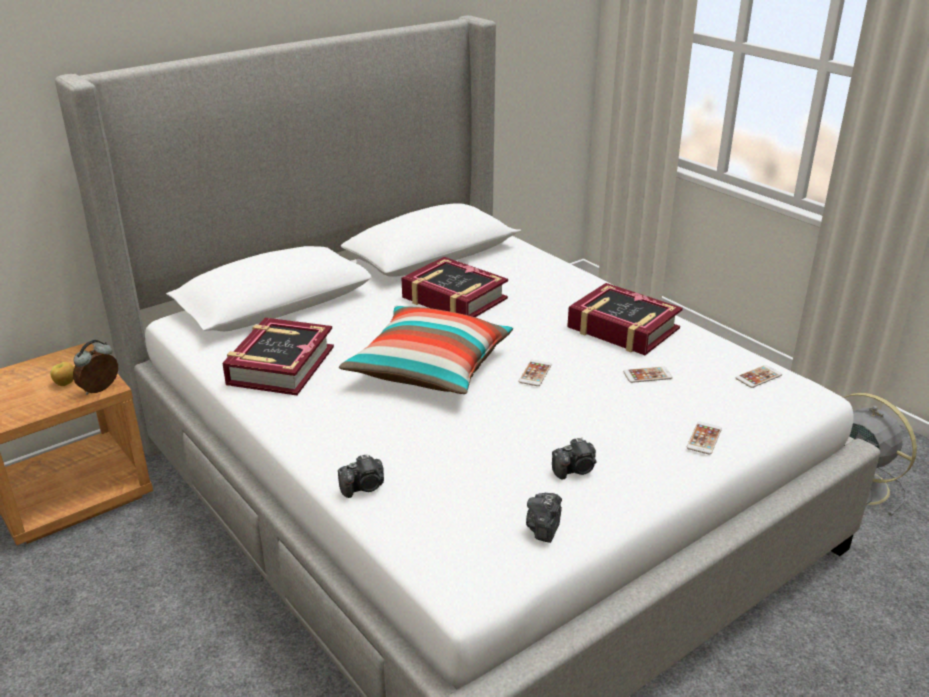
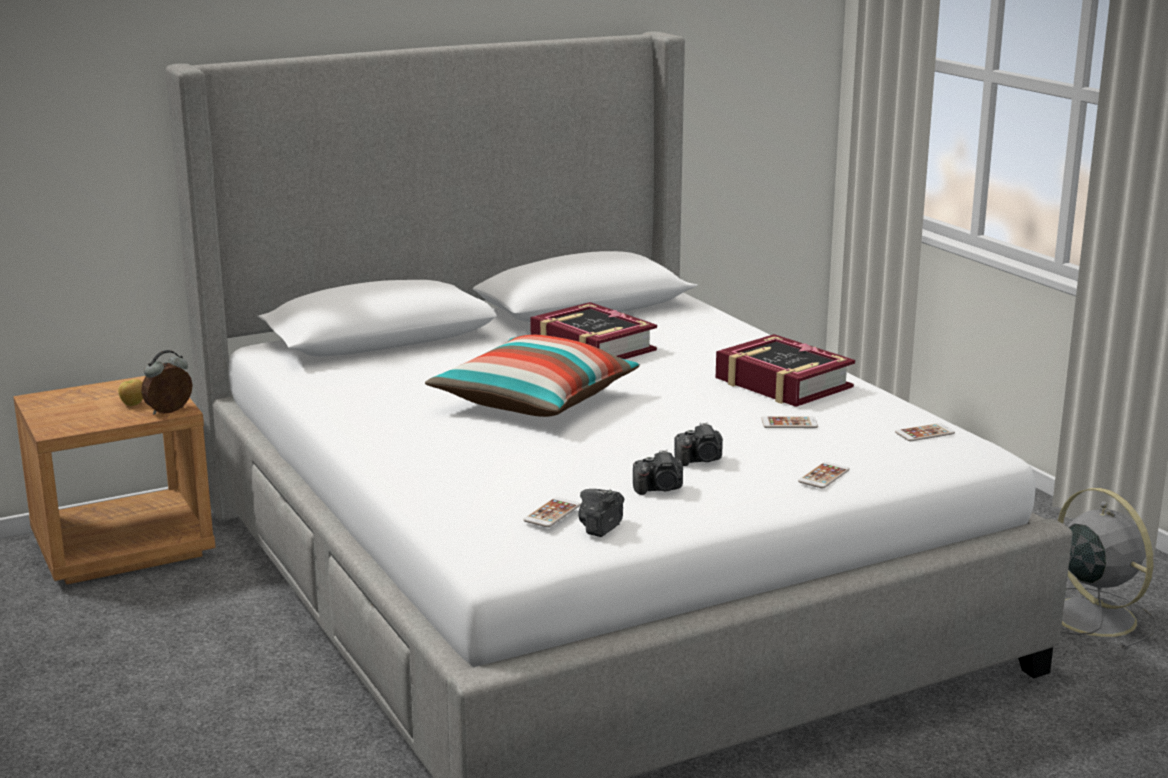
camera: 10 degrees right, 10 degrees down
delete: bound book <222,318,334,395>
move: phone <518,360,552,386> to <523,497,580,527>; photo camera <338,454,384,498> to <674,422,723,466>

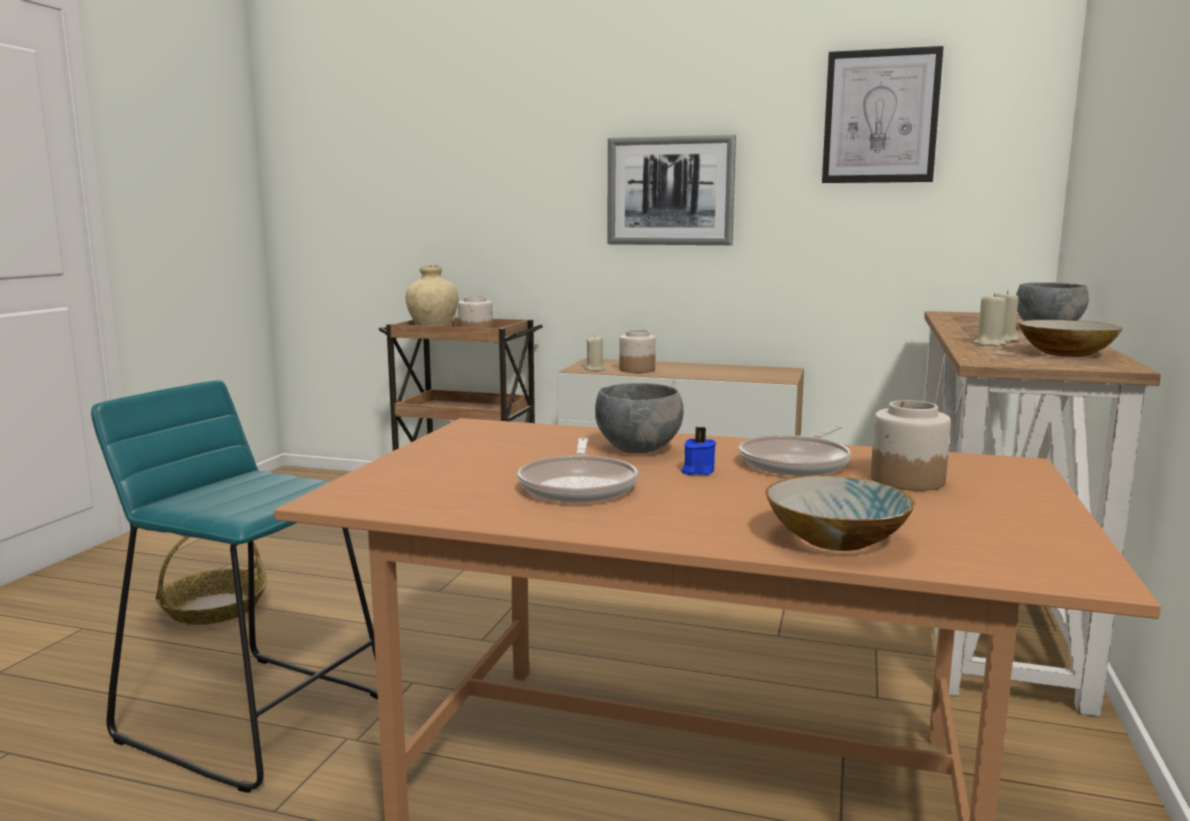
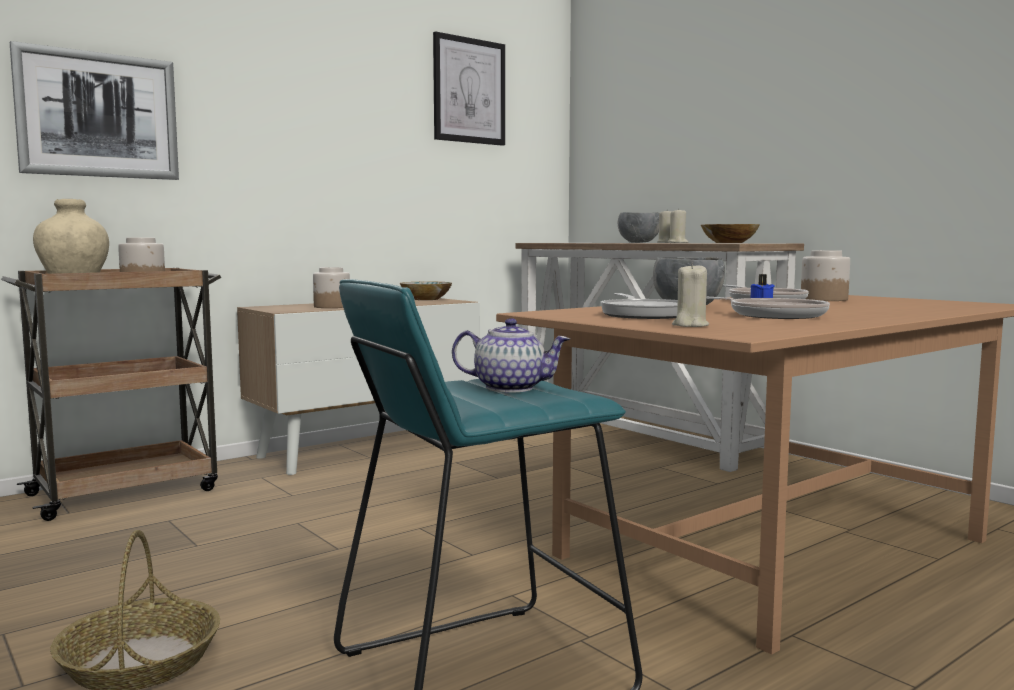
camera: 55 degrees left, 5 degrees down
insert: frying pan <601,293,678,319>; pot for tea <452,318,570,392>
move: wall art <607,135,736,245> to <10,41,179,180>; candle in beige <584,336,606,371> to <672,262,709,327>; bowl <765,476,915,551> to <400,282,452,300>

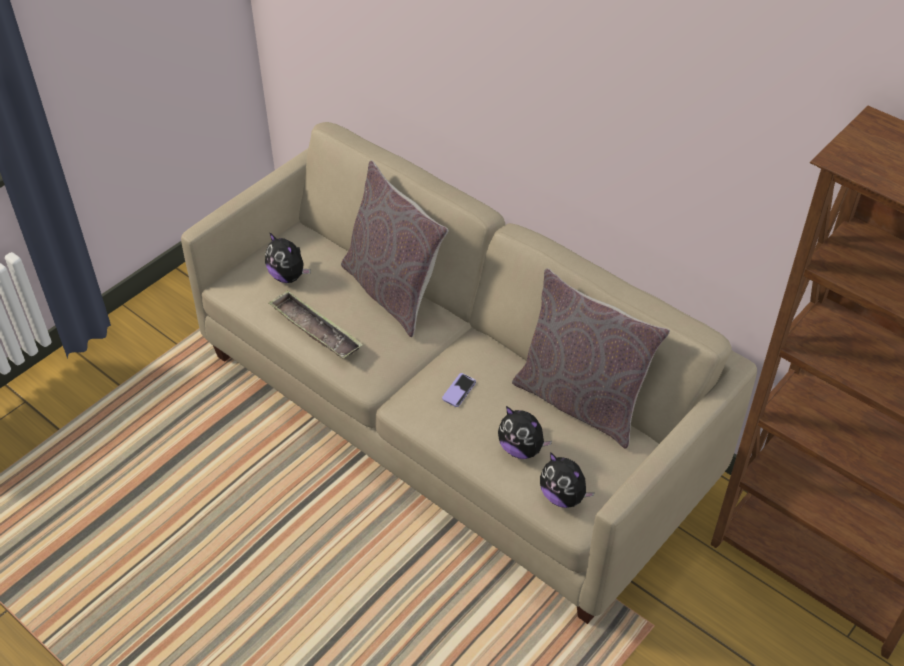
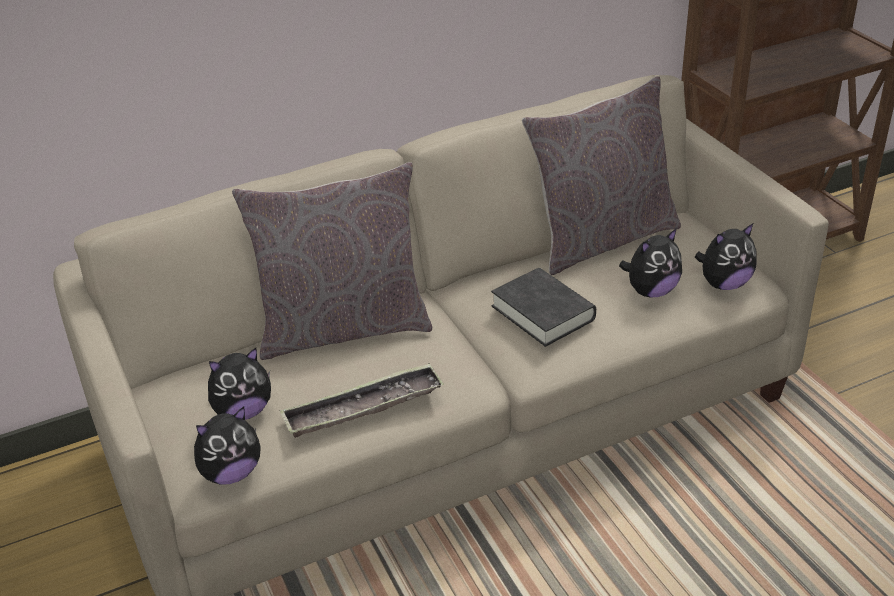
camera: 65 degrees left, 10 degrees down
insert: soft toy <194,406,261,485>
replace: phone <442,373,476,407> to bound book in black-coloured <491,268,596,347>

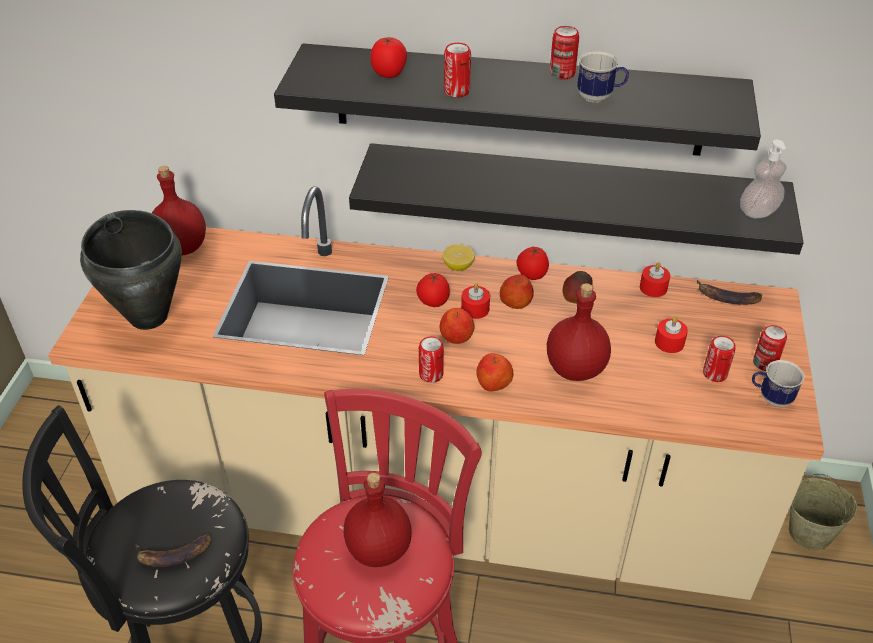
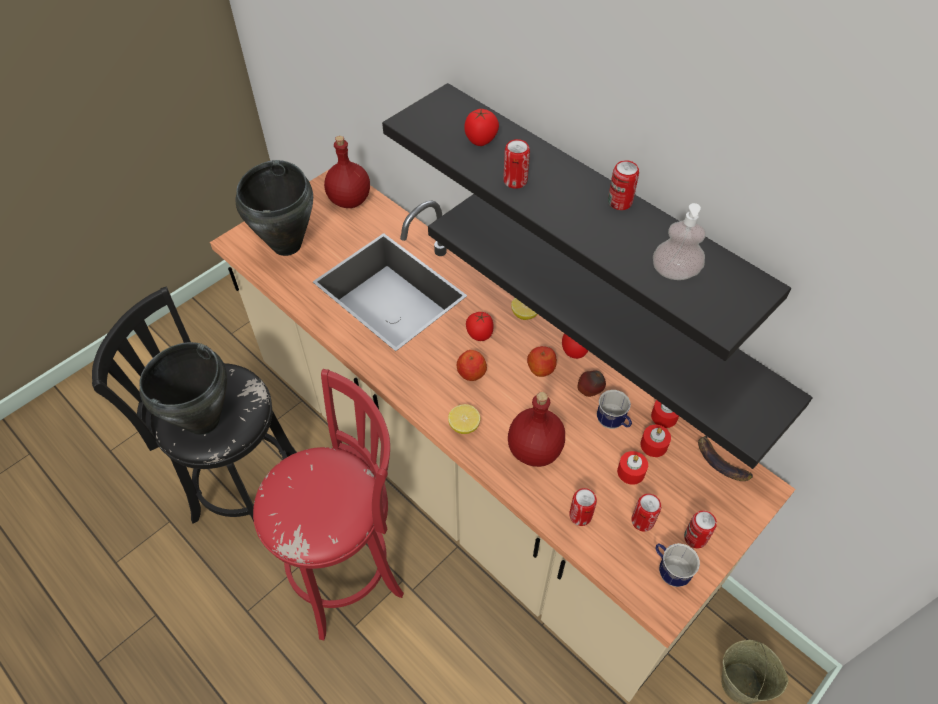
camera: 35 degrees right, 10 degrees up
delete: bottle in red <344,473,412,567>
move: tea mug <577,51,629,103> to <597,390,632,429>; soap dispenser <740,140,786,218> to <653,203,706,280>; candle in red <461,283,490,319> to <640,425,671,457>; metal can <419,336,444,383> to <569,488,597,526>
replace: apple fruit <476,353,514,392> to whole lemon <448,404,480,434>; whole banana <135,534,211,567> to saucepot in black-coloured <139,342,227,435>

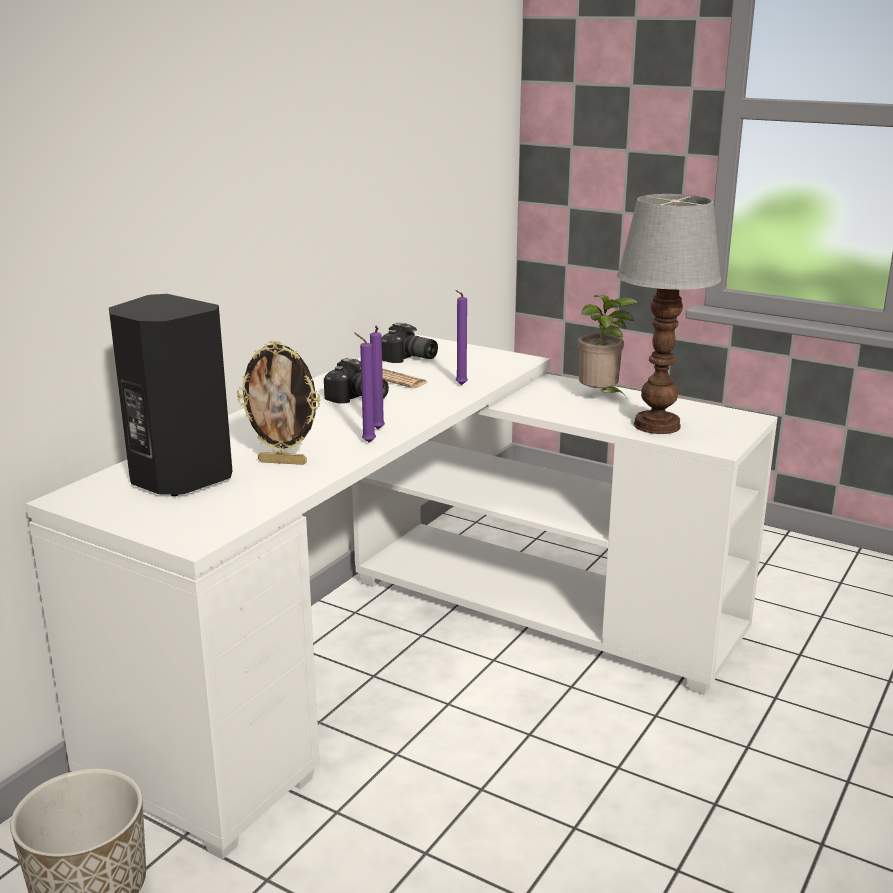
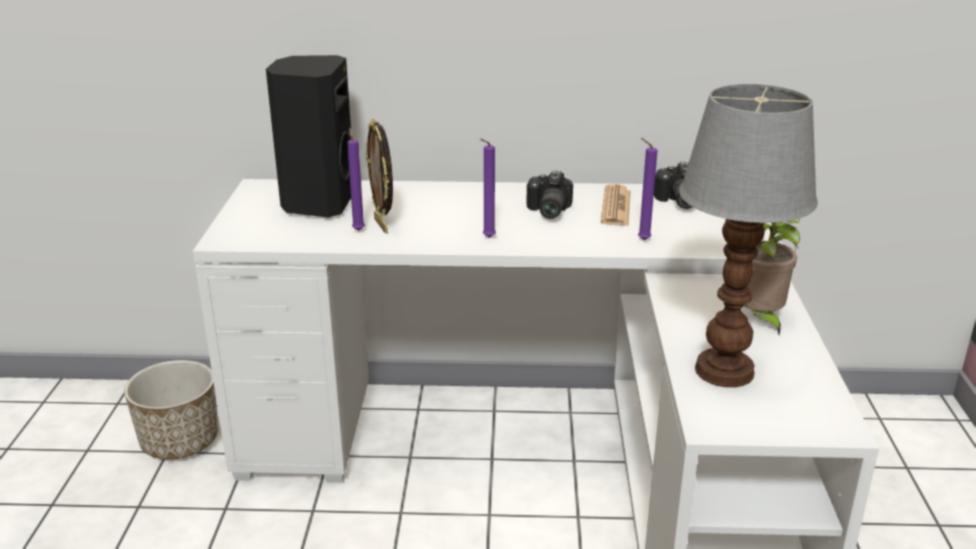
camera: 60 degrees right, 5 degrees up
move: candle in purple <354,332,376,443> to <347,127,365,231>

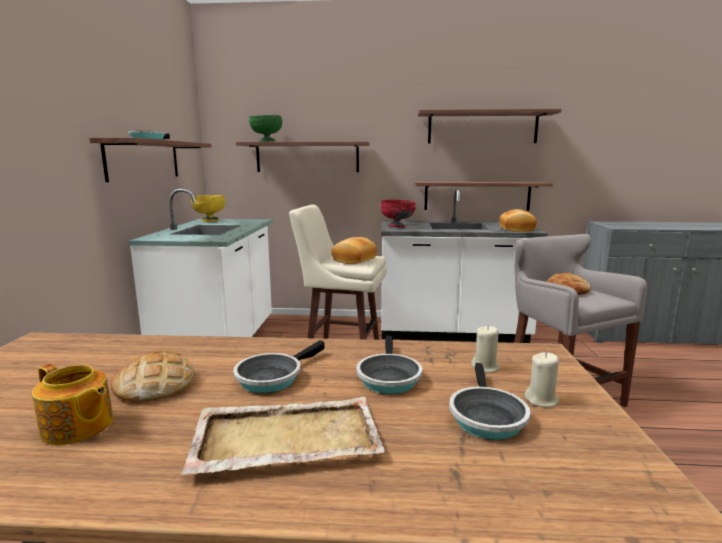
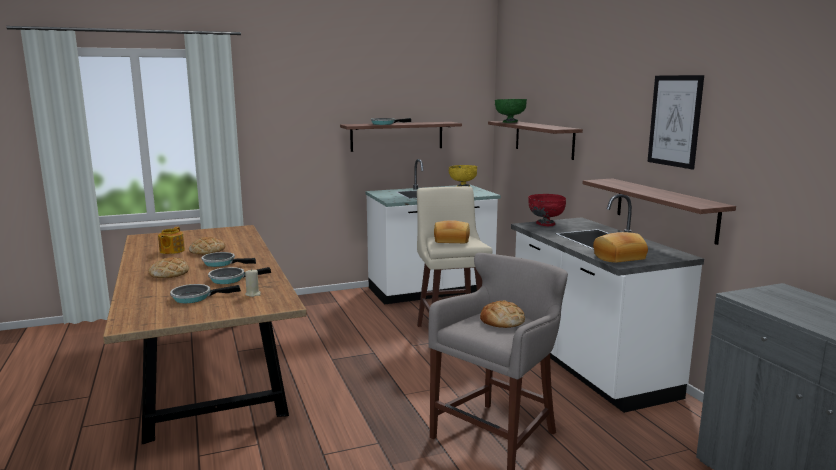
camera: 65 degrees right, 0 degrees up
delete: candle in beige <525,352,559,407>
replace: shelf <418,109,562,144> to wall art <648,75,704,170>; carrying tray in beige <181,397,386,475> to bakery bread <148,257,189,278>

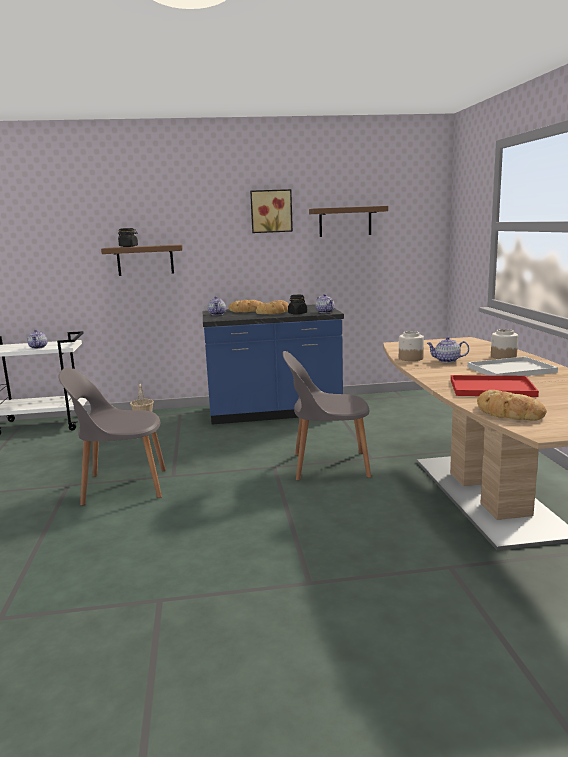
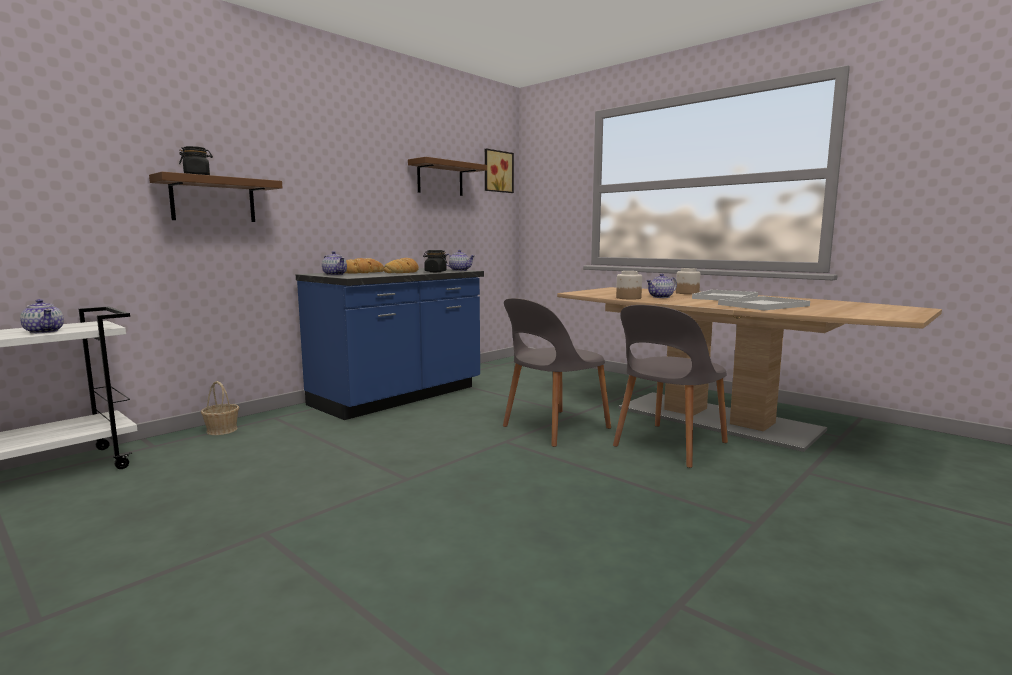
camera: 40 degrees left, 5 degrees down
delete: bakery bread <477,390,547,421>
move: wall art <250,189,293,233> to <485,149,514,193>; upright chair in gray <58,368,166,506> to <613,305,728,468>
recolor: carrying tray in red <451,375,539,397> to carrying tray in white-coloured <718,296,810,310>

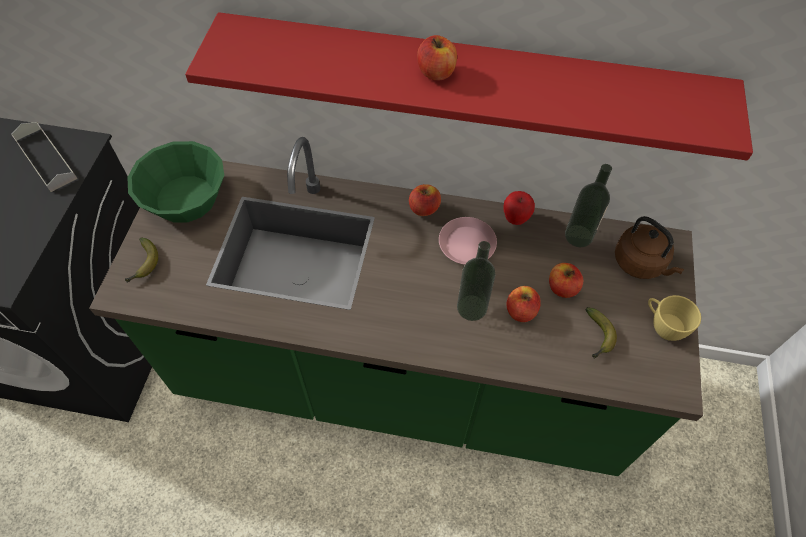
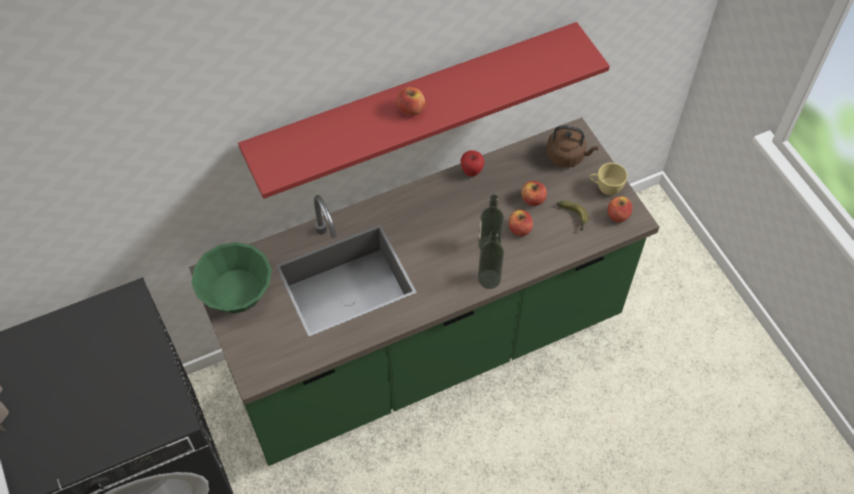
camera: 35 degrees left, 0 degrees up
delete: carrying tray in gray <11,122,77,192>; dinner plate in pink <439,217,497,265>; whole banana <125,237,158,283>
move: bottle <565,164,612,247> to <478,230,504,289>; apple fruit <409,184,441,216> to <608,196,633,223>

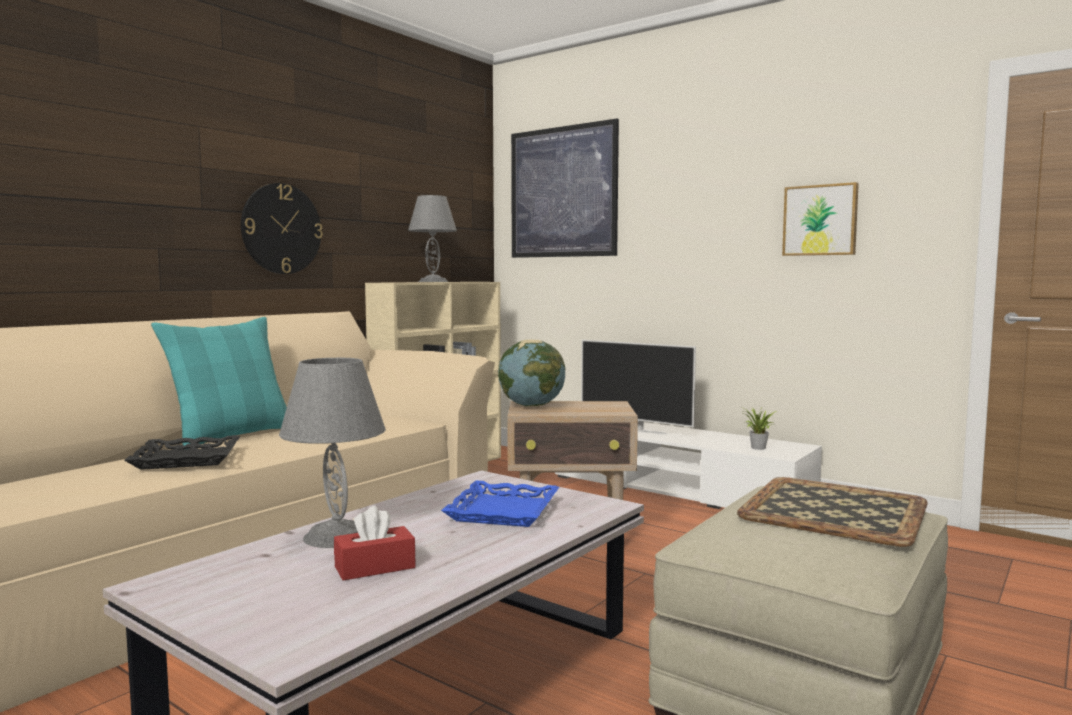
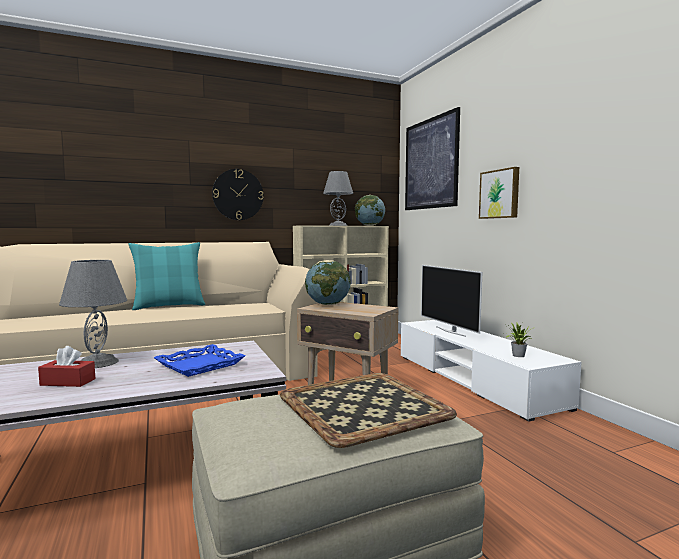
camera: 30 degrees right, 0 degrees up
delete: carrying tray in black-coloured <124,435,240,470>
insert: world globe <355,195,385,226>
move: wall art <782,182,859,256> to <479,167,519,219>

